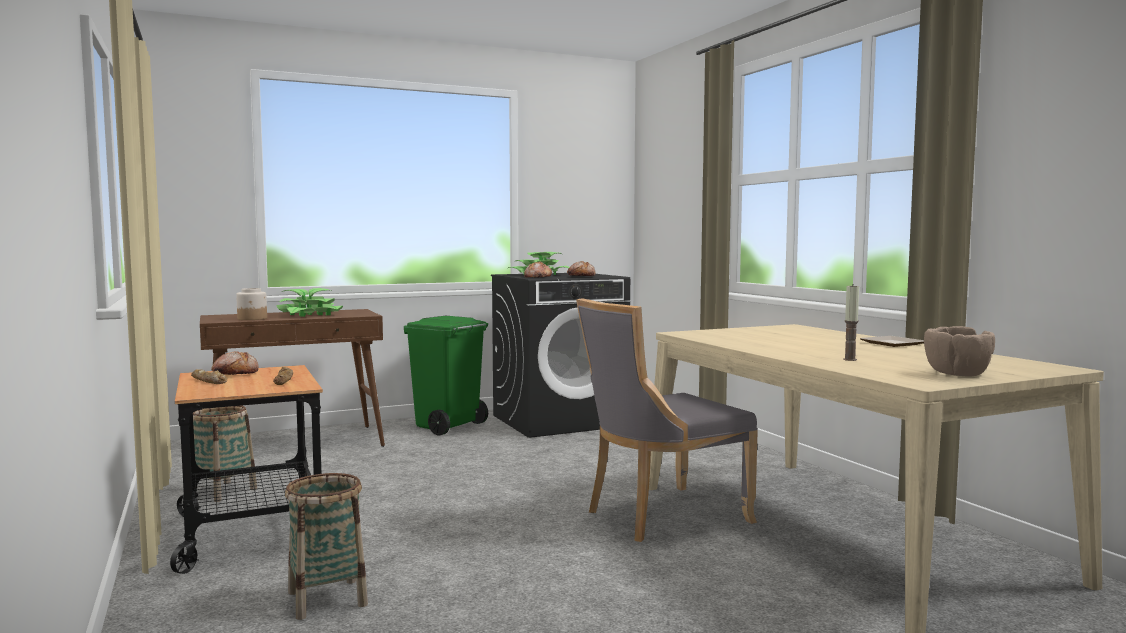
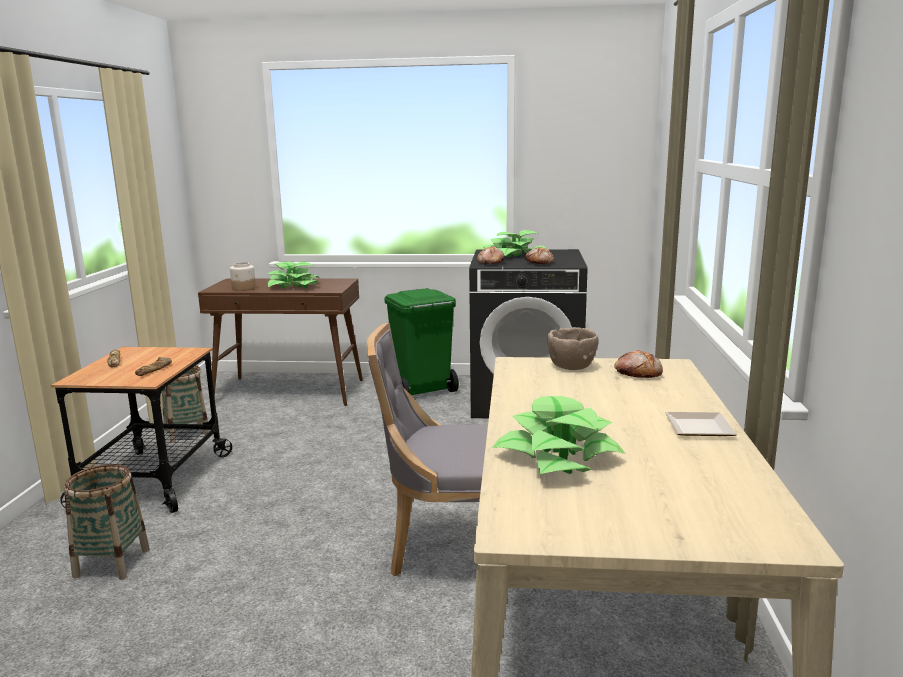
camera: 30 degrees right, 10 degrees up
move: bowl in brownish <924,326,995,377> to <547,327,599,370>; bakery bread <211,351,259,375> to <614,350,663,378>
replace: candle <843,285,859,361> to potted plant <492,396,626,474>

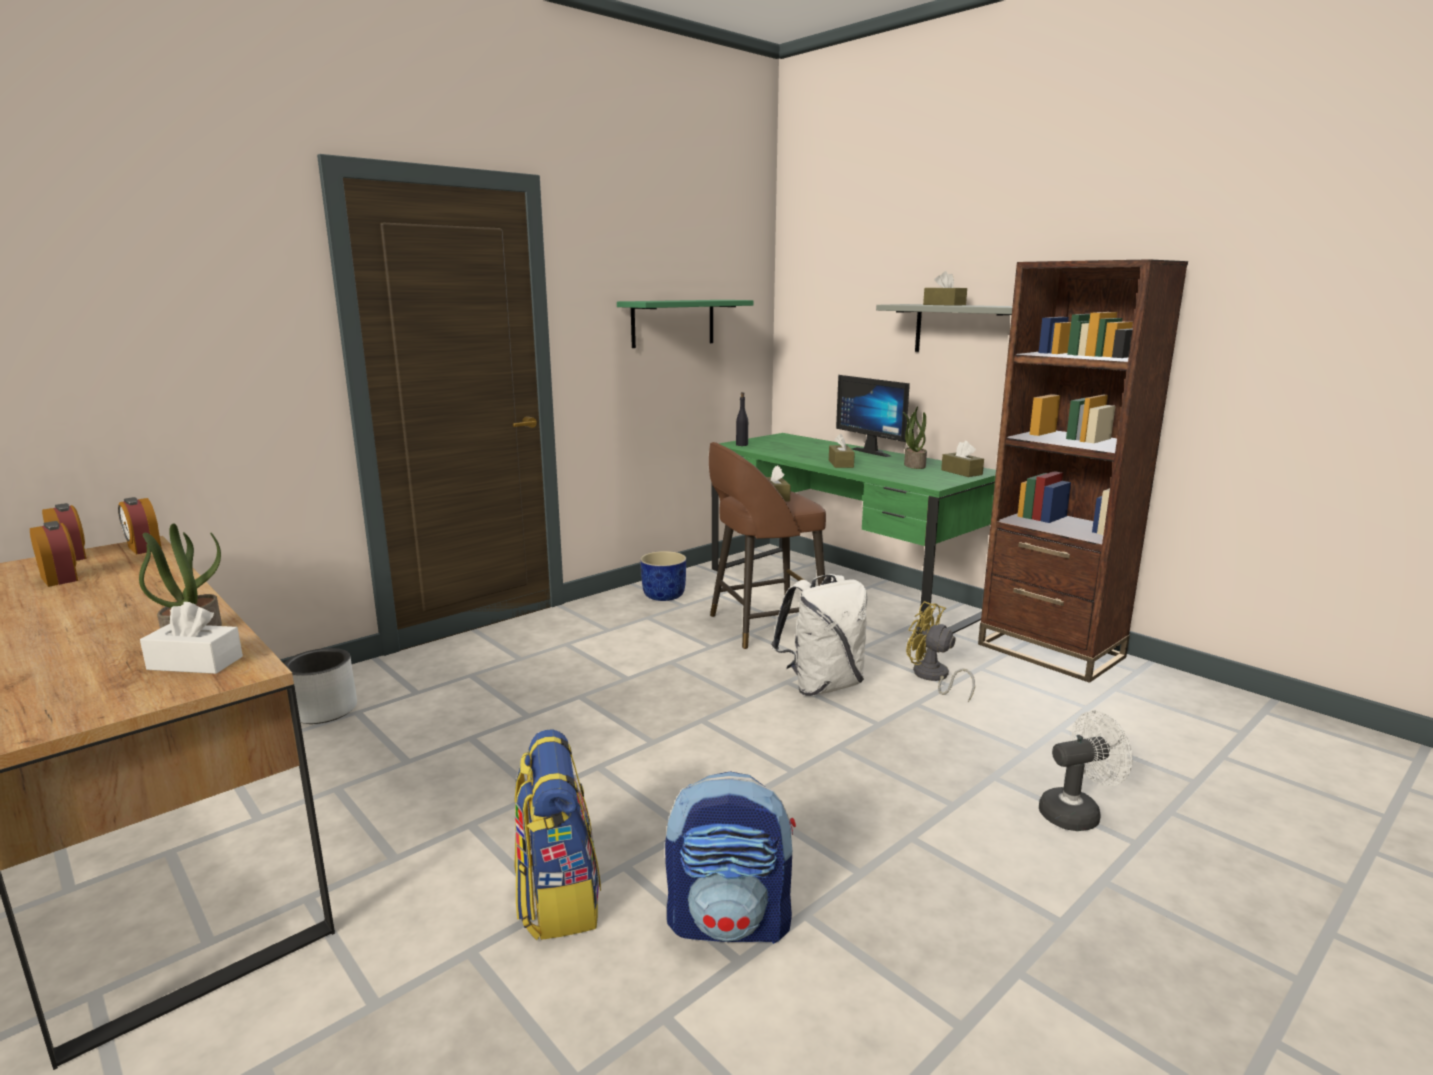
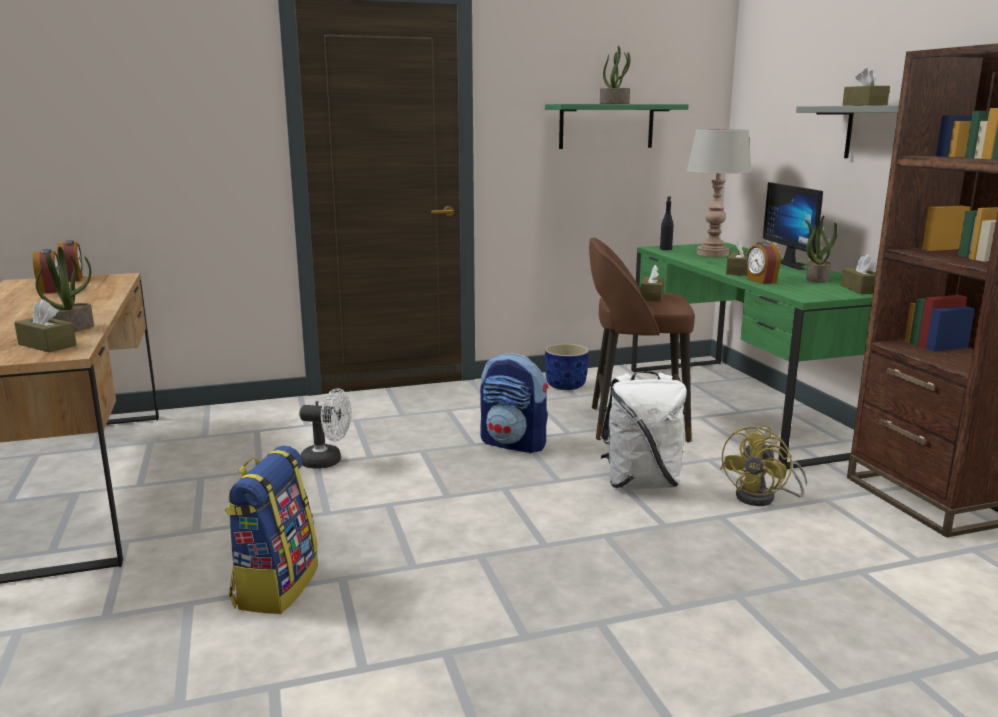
camera: 25 degrees right, 0 degrees up
delete: plant pot in gray <284,648,357,724>
insert: potted plant <600,46,630,104>; tabletop lamp in gray <687,127,752,257>
move: table clock <118,497,162,555> to <746,242,781,284>; cooling fan in white-coloured <1039,711,1133,831> to <299,388,352,469>; backpack <665,771,796,944> to <480,353,549,454>
recolor: box of tissues in white-coloured <140,602,243,674> to box of tissues in brownish <14,299,76,352>
rotate: cooling fan in yellowish <906,601,975,702> = <720,425,807,506> 120 degrees counterclockwise

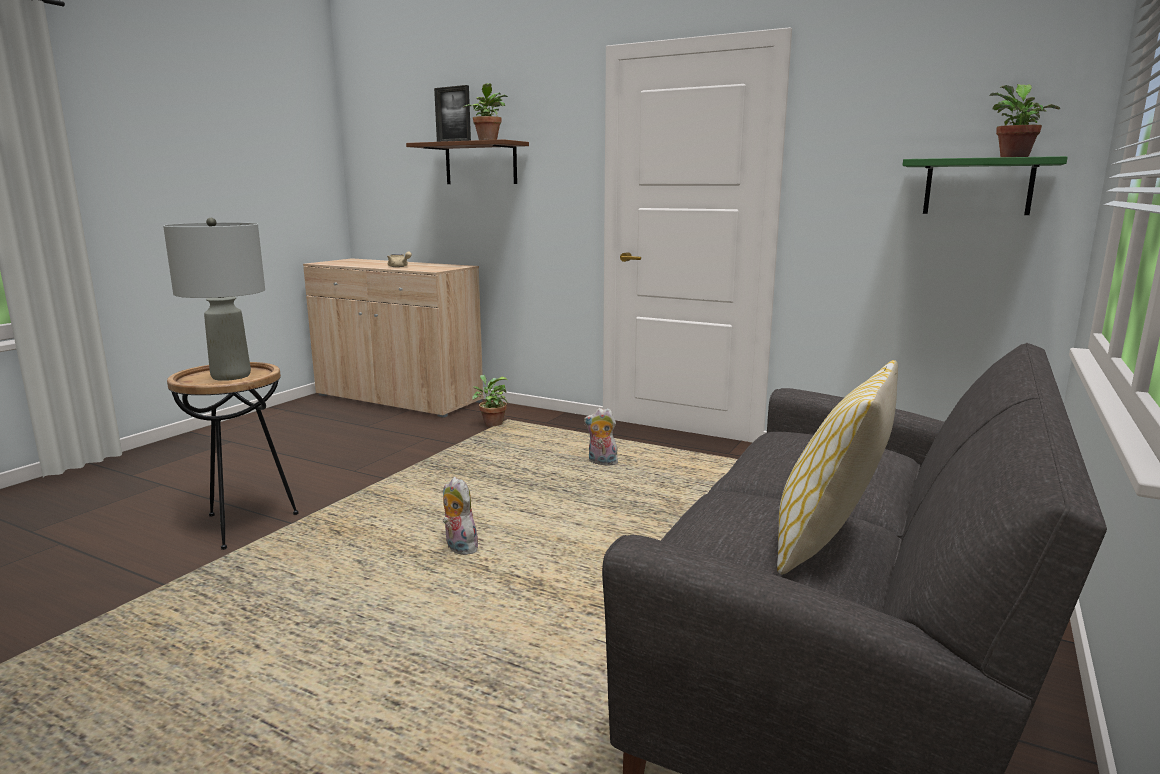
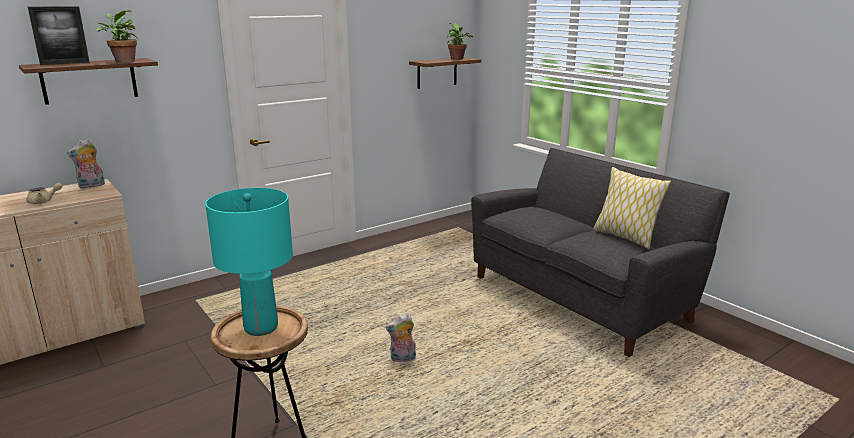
camera: 65 degrees left, 5 degrees up
delete: potted plant <472,375,509,427>
move: soft toy <584,408,618,466> to <67,138,105,189>
recolor: shelf in greenish <902,156,1068,215> to shelf in brownish <409,57,481,89>; tabletop lamp in gray <163,218,265,381> to tabletop lamp in turquoise-coloured <205,188,293,336>

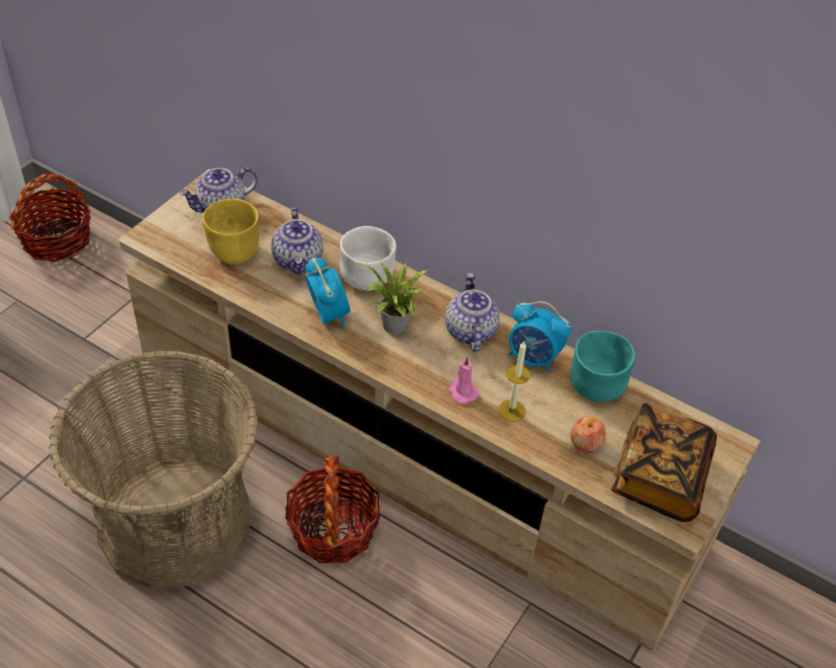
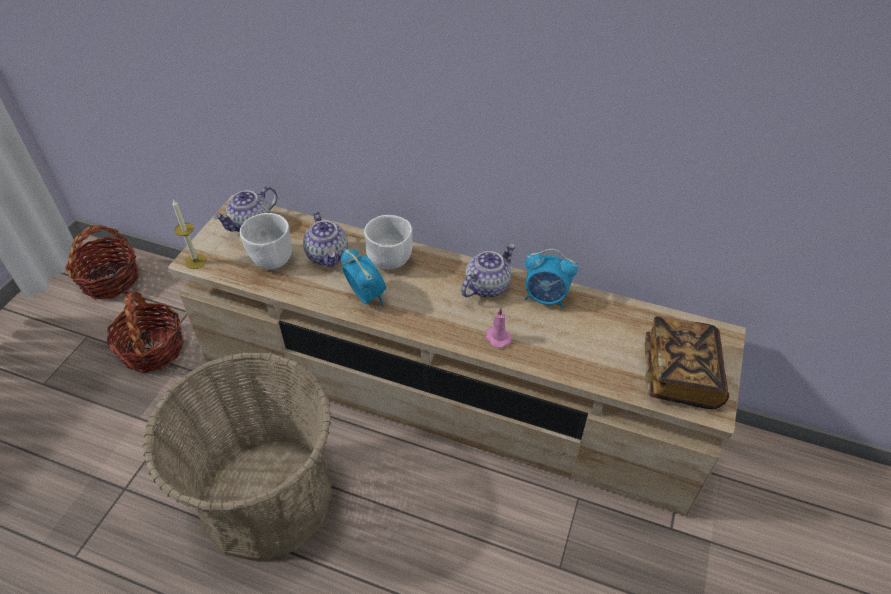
camera: 10 degrees left, 0 degrees up
delete: potted plant <362,262,428,334>; bowl in turquoise-coloured <571,331,635,402>; apple fruit <570,416,606,453>
move: candle <498,342,530,422> to <172,199,207,269>; household basket <285,455,381,563> to <106,291,184,373>
recolor: bowl in yellowish <202,199,259,264> to bowl in white-coloured <240,213,292,269>
rotate: pot for tea <445,273,500,352> = <461,244,515,298> 60 degrees clockwise

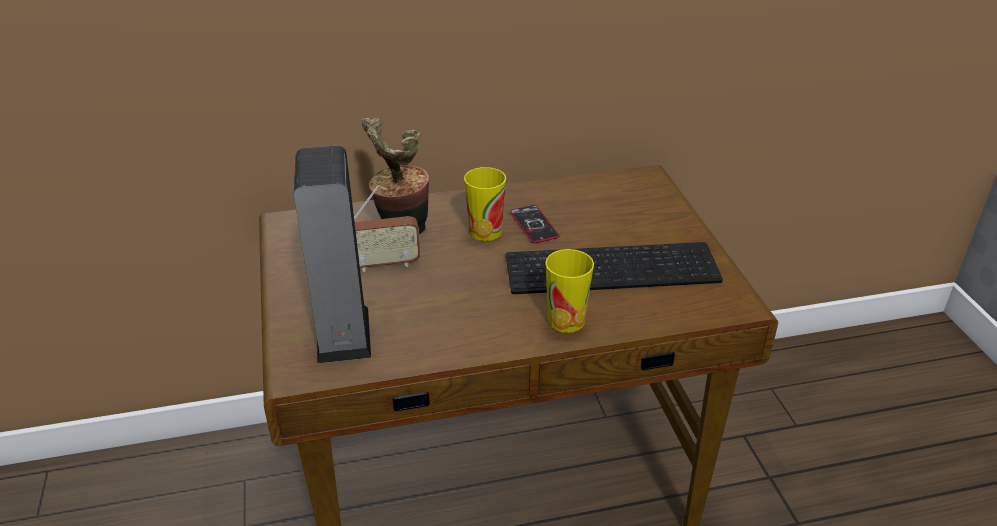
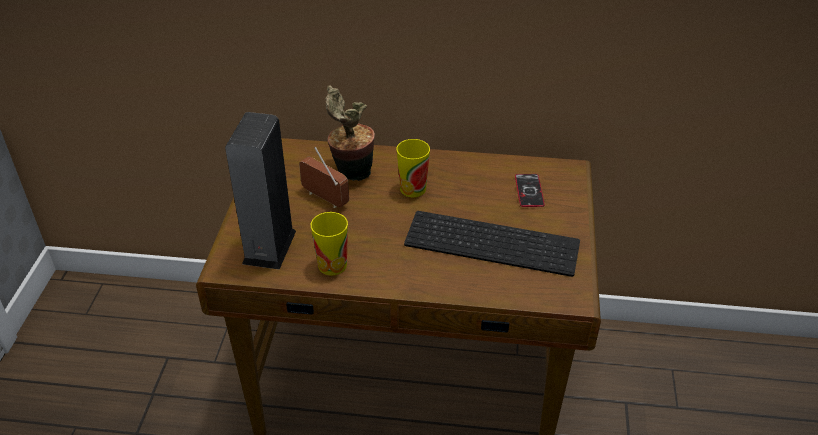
camera: 20 degrees right, 5 degrees up
move: phone <510,205,559,243> to <515,174,545,207>; drinking cup <545,249,594,333> to <311,212,348,276>
rotate: radio receiver <354,185,421,272> = <299,147,349,208> 150 degrees counterclockwise

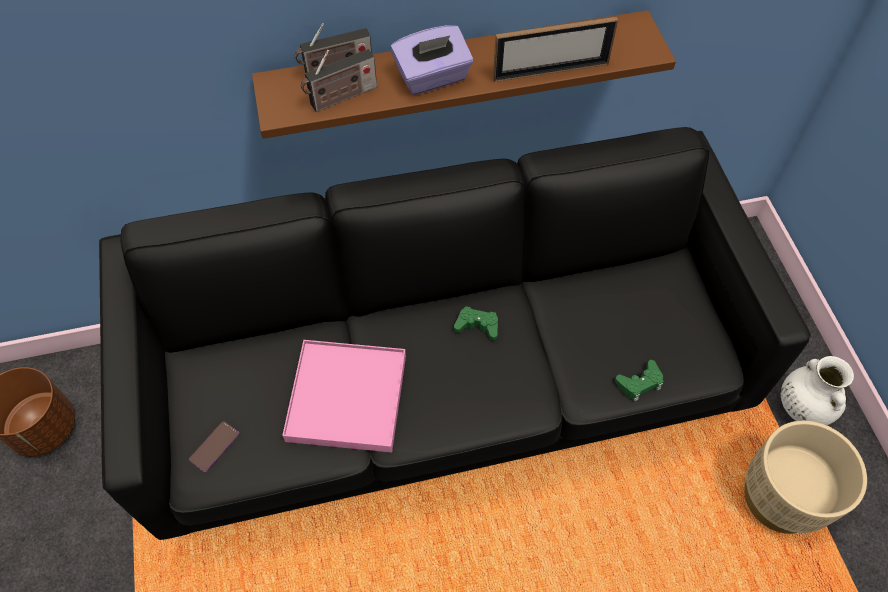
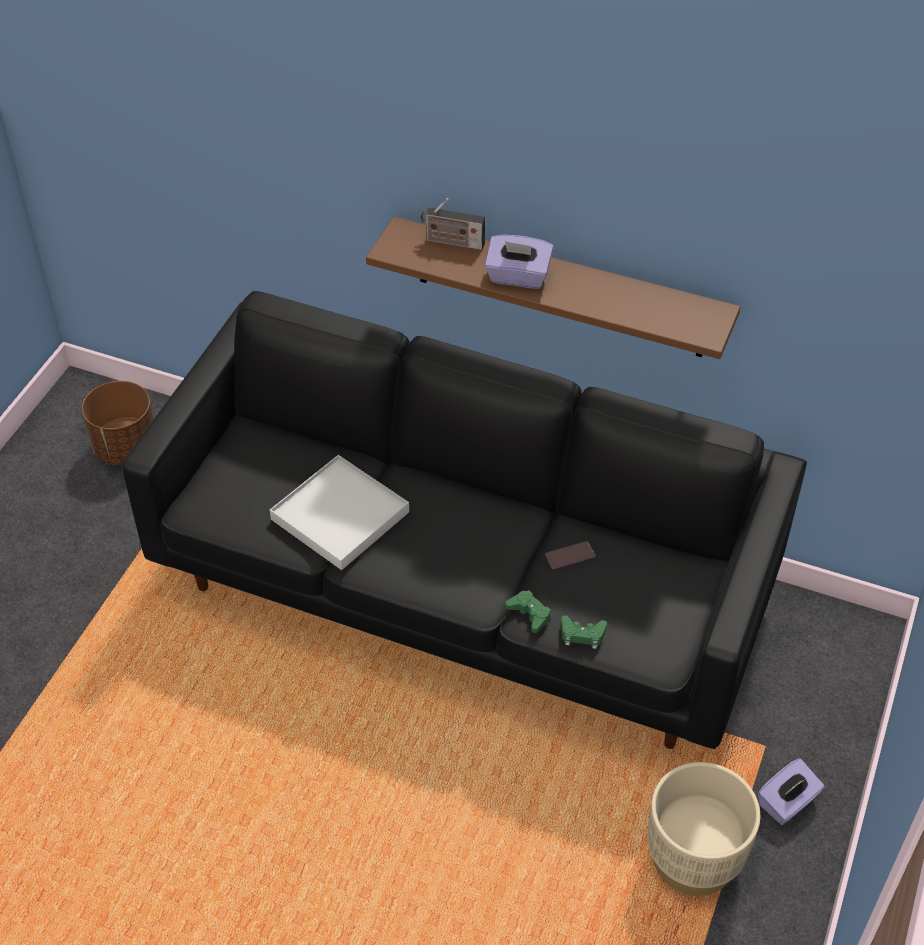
camera: 35 degrees right, 10 degrees down
delete: picture frame <493,17,618,82>; radio receiver <300,49,377,112>
move: game controller in greenish <454,306,498,340> to <506,590,551,633>; phone <189,421,239,472> to <545,541,595,569>
replace: flower vase in white-coloured <781,356,854,425> to box of tissues in purple <758,758,824,825>
recolor: carrying tray in pink <282,340,406,453> to carrying tray in white-coloured <270,455,409,570>

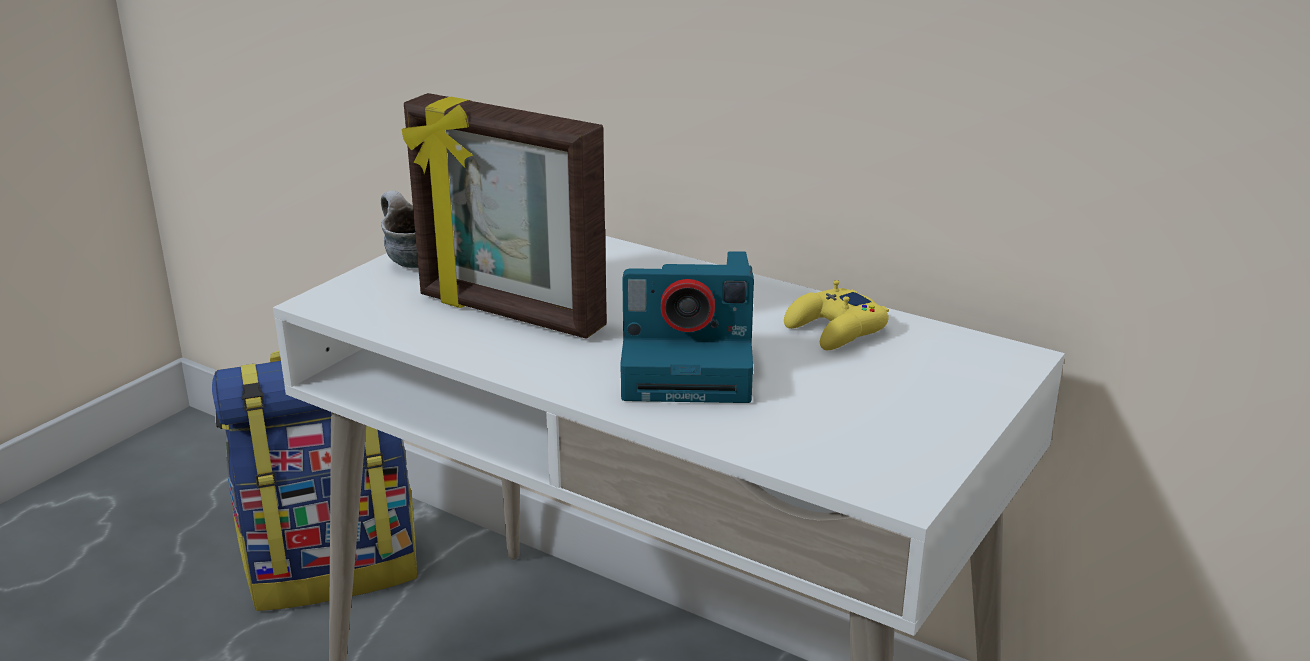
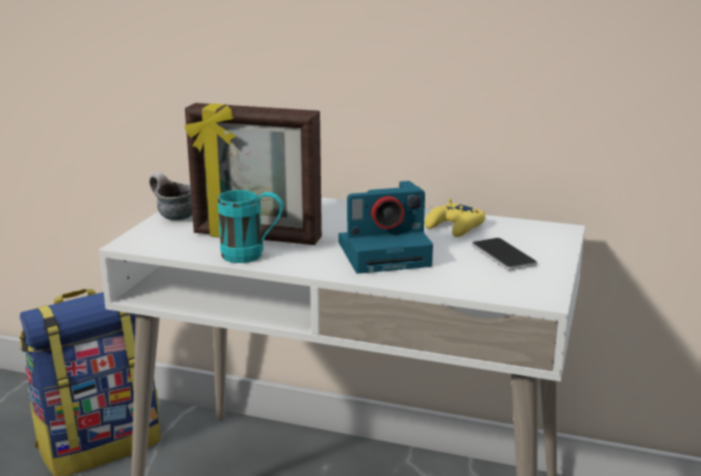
camera: 15 degrees left, 5 degrees down
insert: tea mug in turquoise-coloured <218,190,283,263>; phone <472,238,537,270>

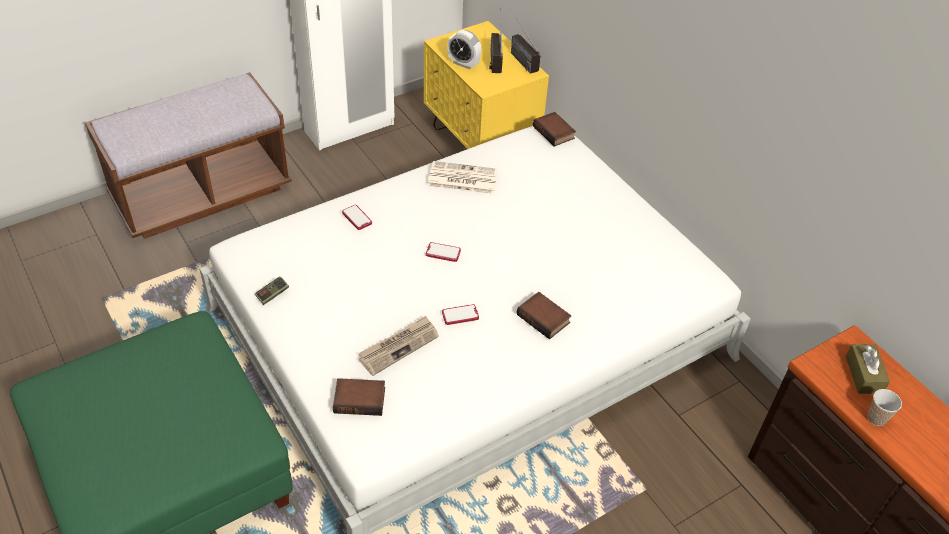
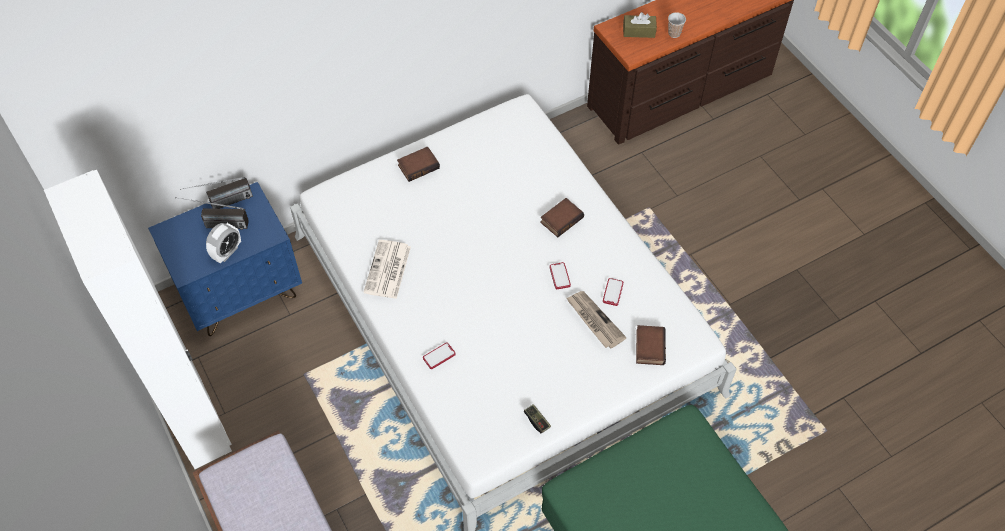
camera: 85 degrees left, 10 degrees up
move: bound book <533,112,576,147> to <397,146,440,182>; phone <426,242,461,262> to <603,278,624,306>
recolor: night table in yellowish <424,21,549,149> to night table in bluish <148,182,302,336>

